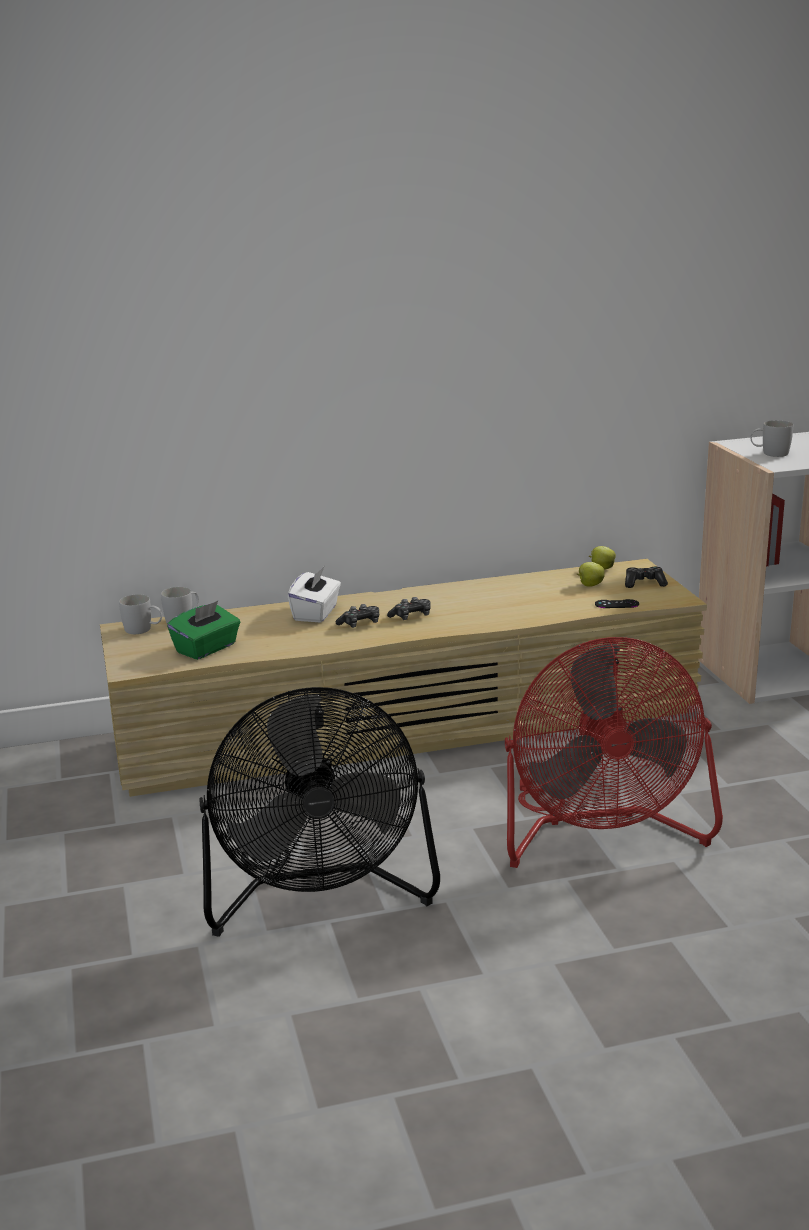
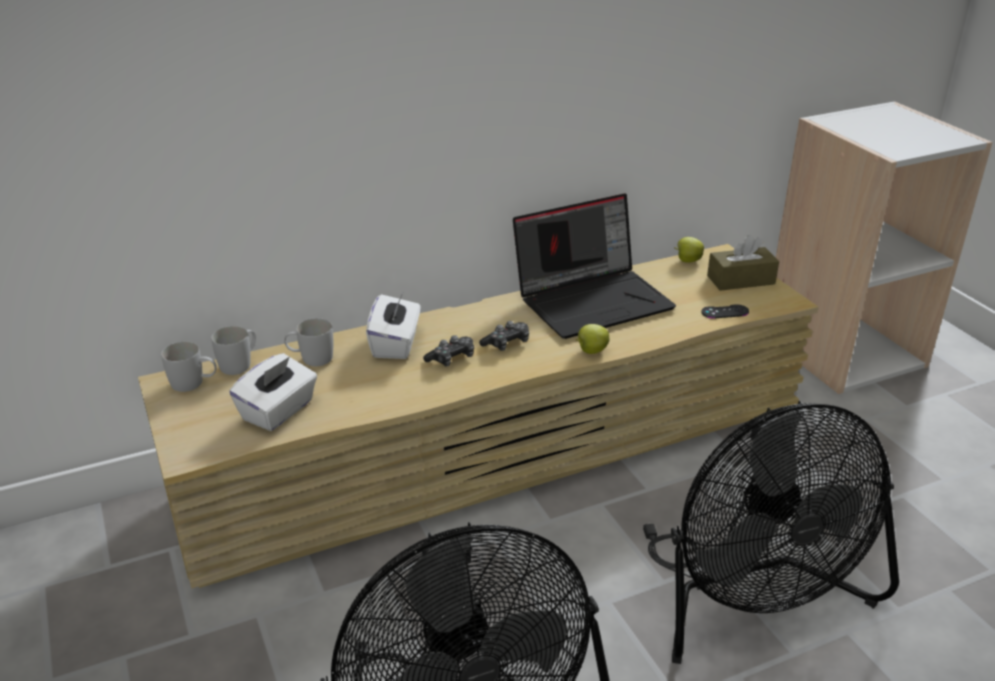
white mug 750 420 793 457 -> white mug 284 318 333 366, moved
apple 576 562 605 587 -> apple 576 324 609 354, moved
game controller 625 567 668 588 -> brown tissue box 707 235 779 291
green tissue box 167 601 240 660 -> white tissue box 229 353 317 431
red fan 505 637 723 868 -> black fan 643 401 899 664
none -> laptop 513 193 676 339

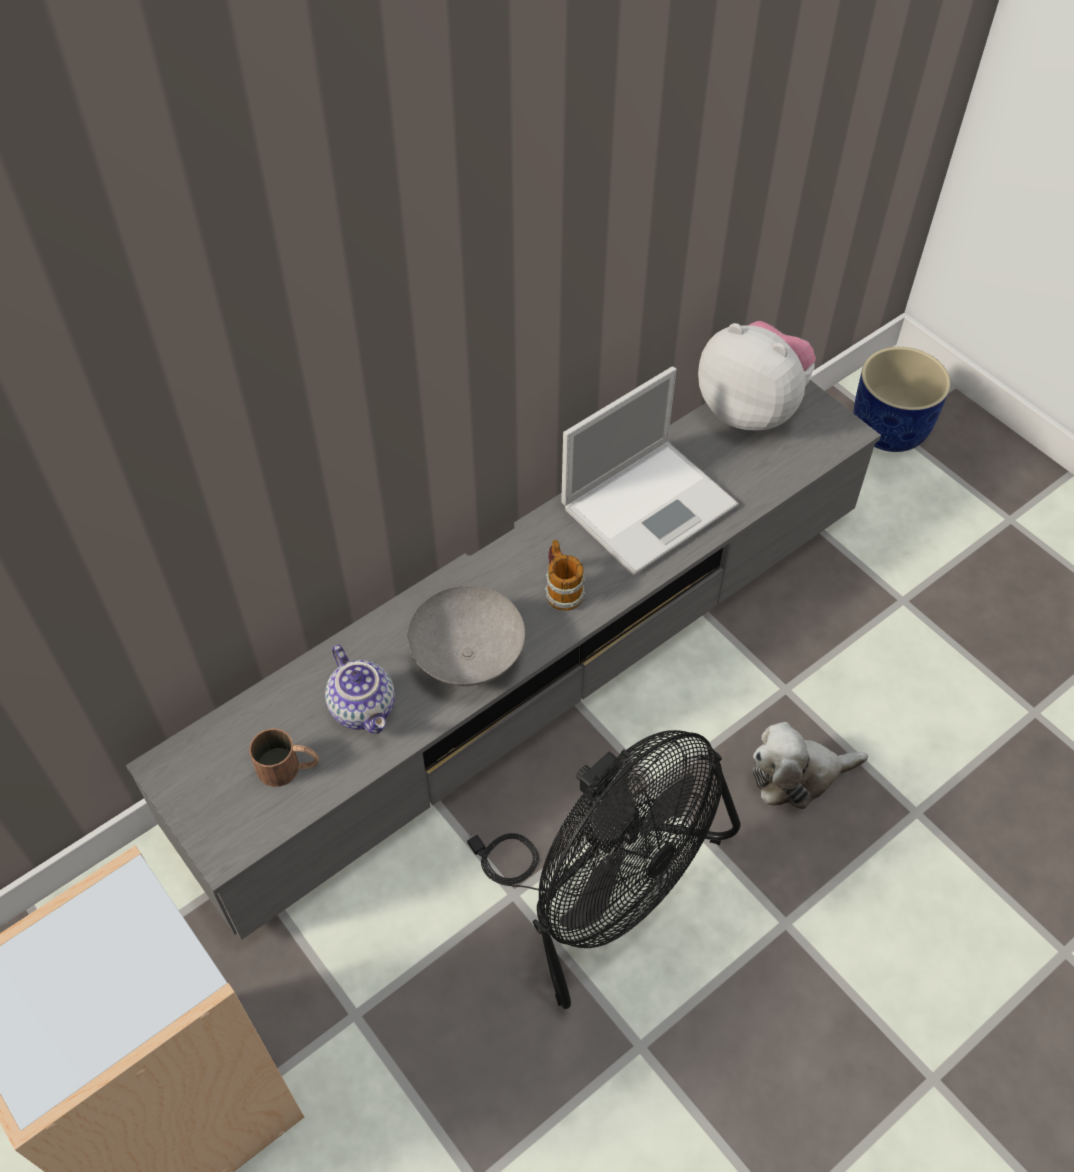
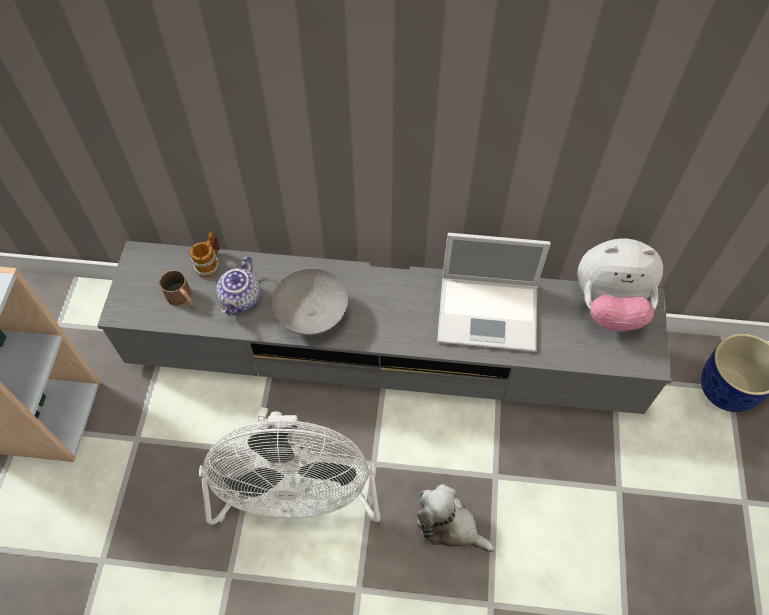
plush toy 698 321 816 431 -> plush toy 578 238 663 331, 105 degrees clockwise
mug 545 540 586 611 -> mug 190 232 220 277, moved
black fan 467 730 741 1009 -> white fan 199 406 380 525

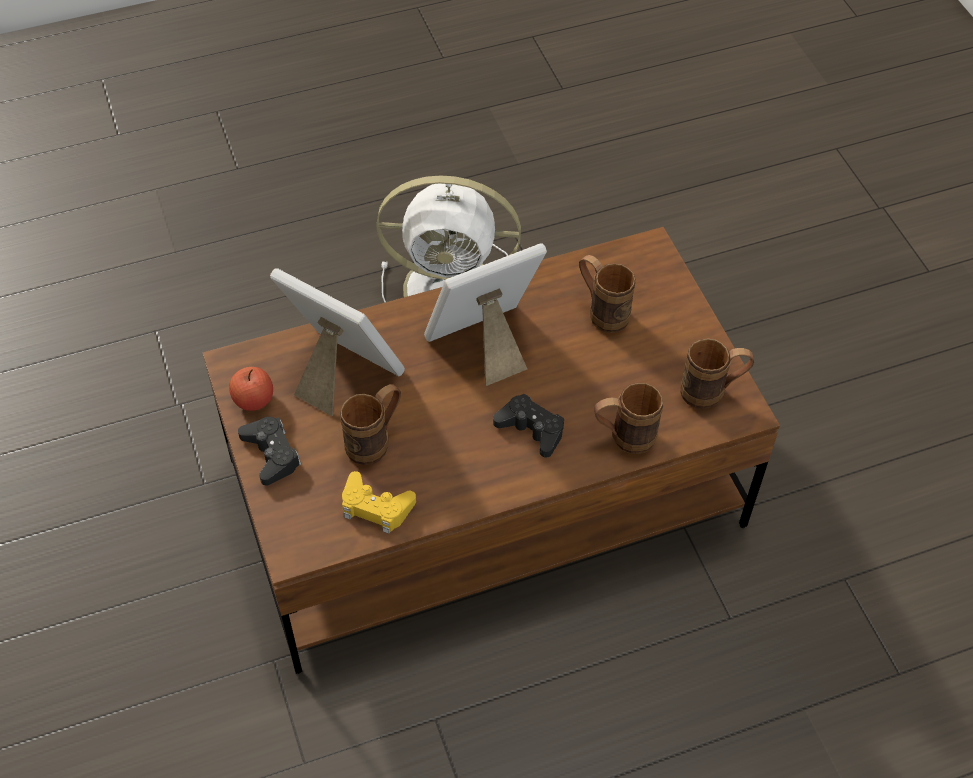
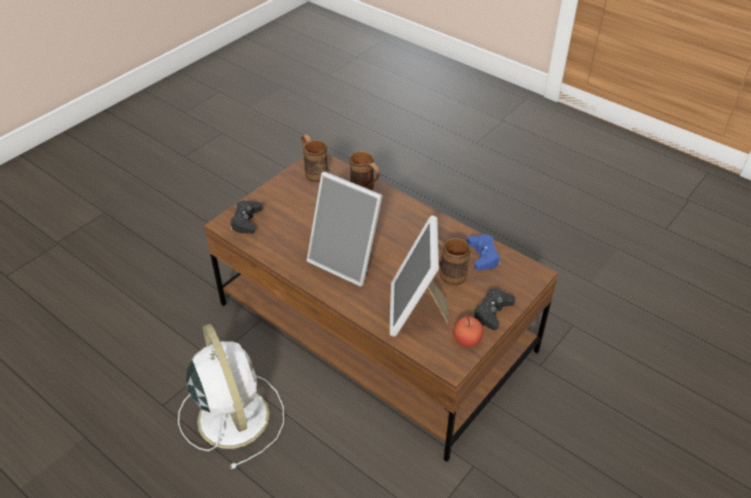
brown mug 579 255 635 333 -> none
black game controller 493 394 564 458 -> black game controller 230 200 263 234, moved
yellow game controller 342 471 416 534 -> blue game controller 466 234 500 270

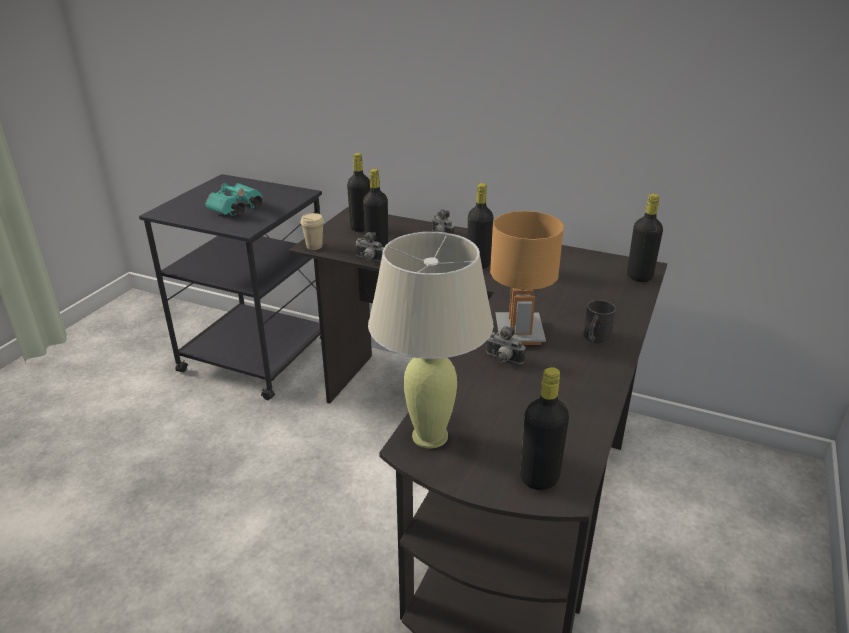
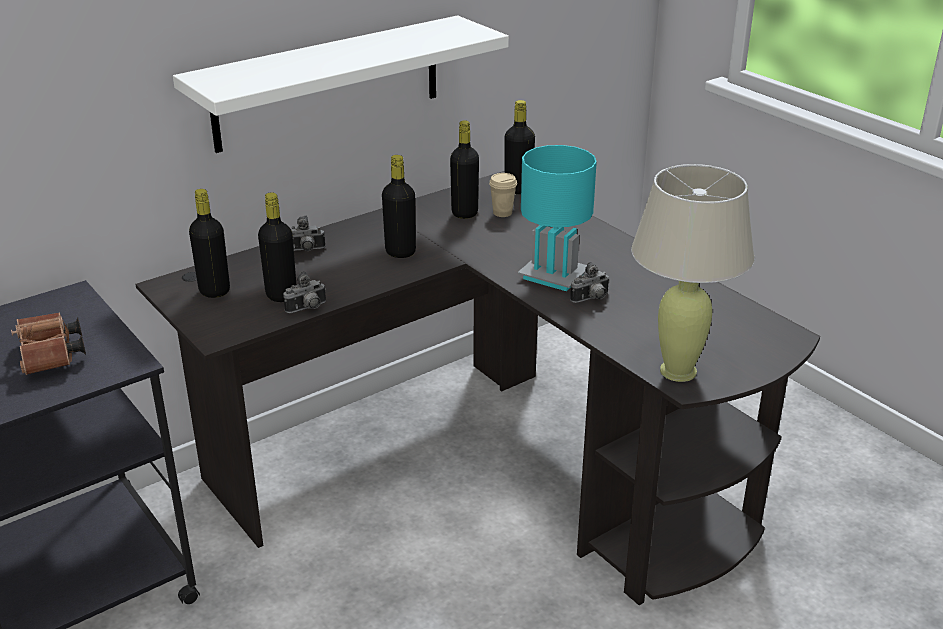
turquoise binoculars 205 183 262 216 -> brown binoculars 11 312 86 375
brown table lamp 490 211 564 345 -> turquoise table lamp 518 145 597 291
beige cup 300 213 324 250 -> beige cup 489 173 517 217, moved
black mug 583 300 616 343 -> none
black bottle 520 367 569 490 -> black bottle 450 120 479 219, moved
none -> white shelf 173 15 509 153

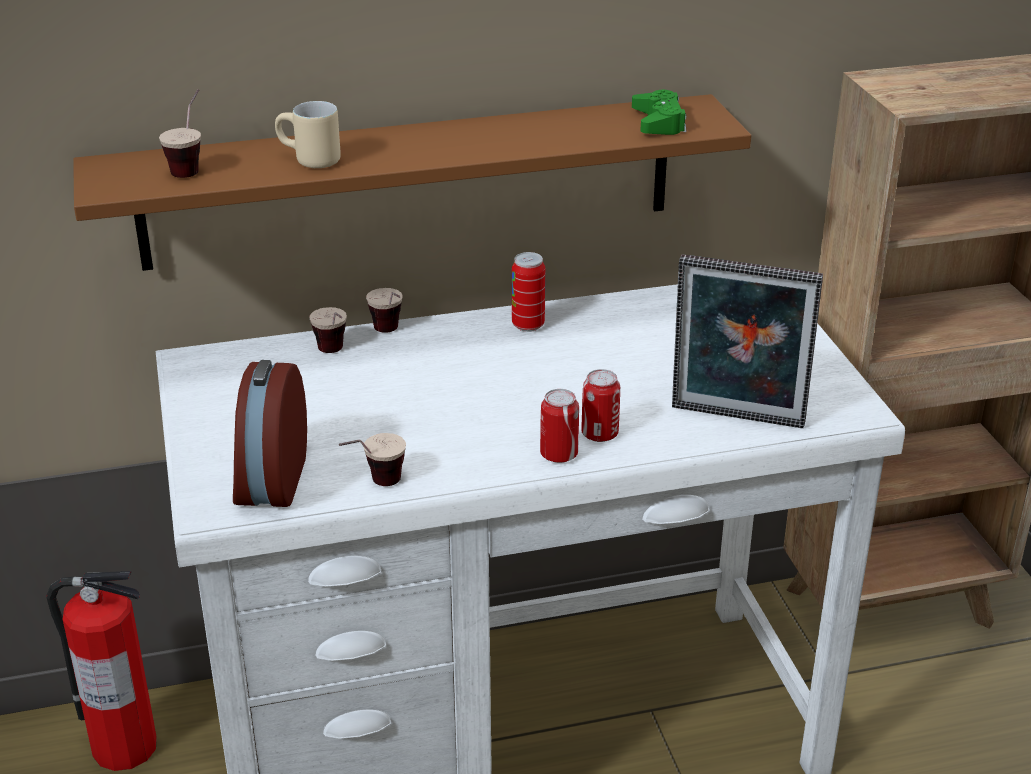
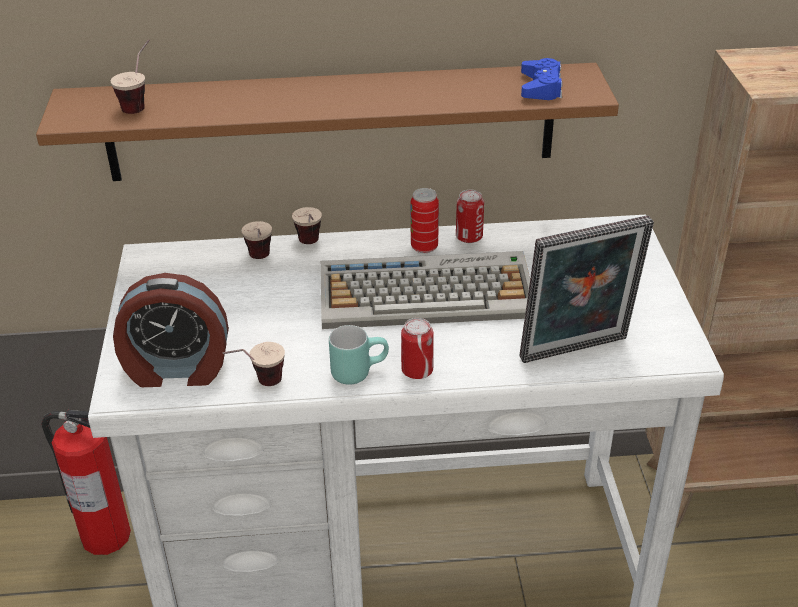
green game controller 632 90 687 135 -> blue game controller 521 58 562 100
beige mug 275 101 341 168 -> none
picture frame 672 254 823 428 -> picture frame 520 215 654 363, 45 degrees counterclockwise
alarm clock 233 360 307 507 -> alarm clock 113 273 229 387, 105 degrees counterclockwise
can 581 369 620 442 -> can 456 190 484 243, moved
none -> keyboard 320 251 530 329
none -> turquoise mug 329 325 389 385

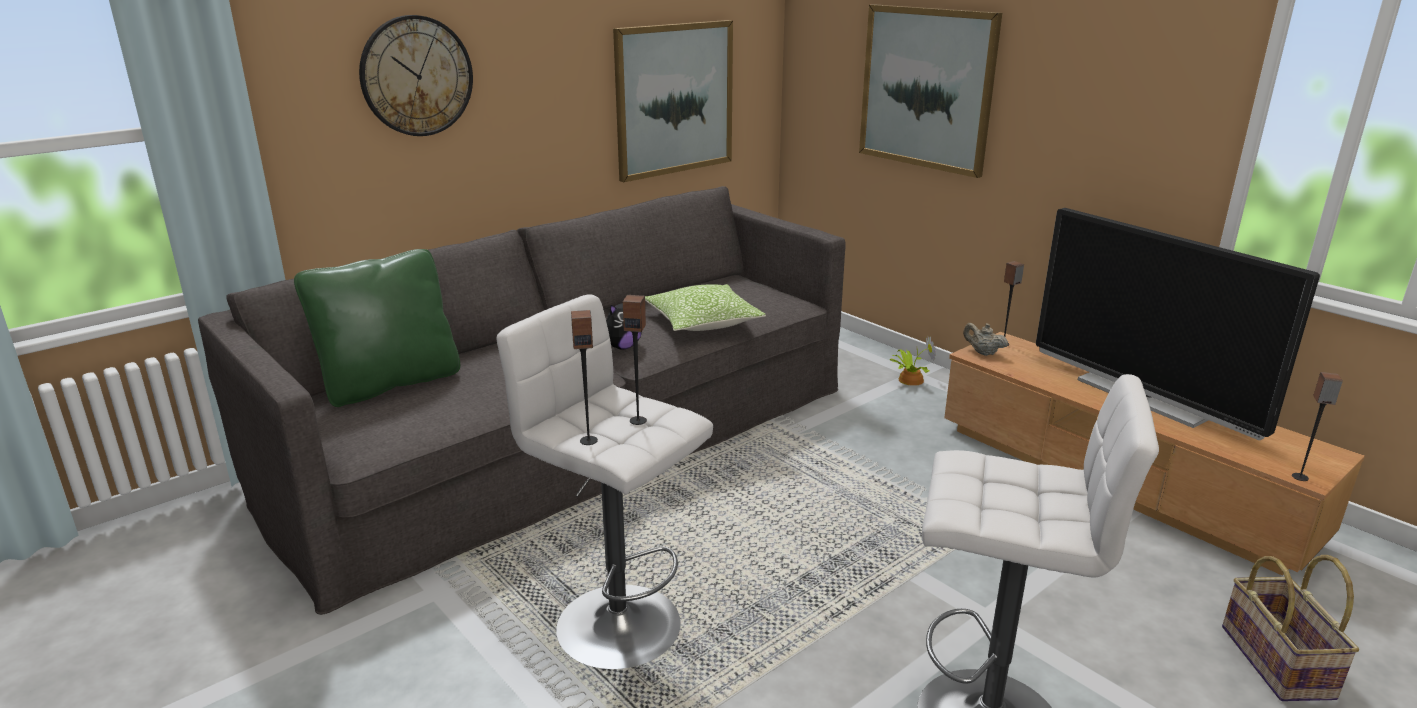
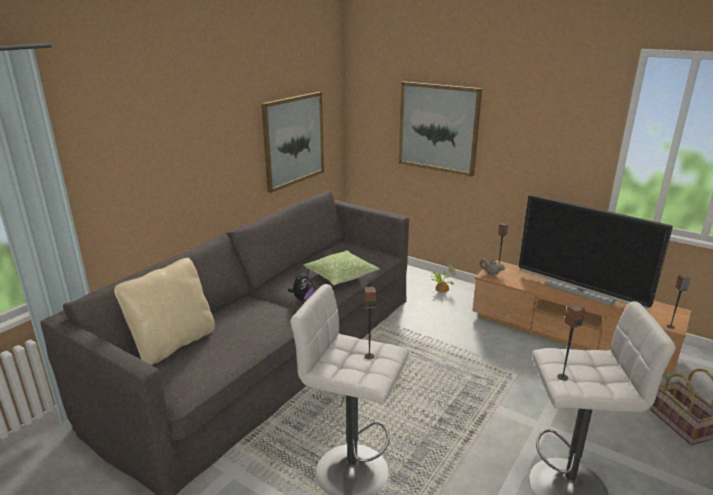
wall clock 359 15 473 136 -> none
green pillow 294 249 460 407 -> beige pillow 114 258 215 365
speaker 571 310 598 445 -> speaker 557 304 585 381, moved

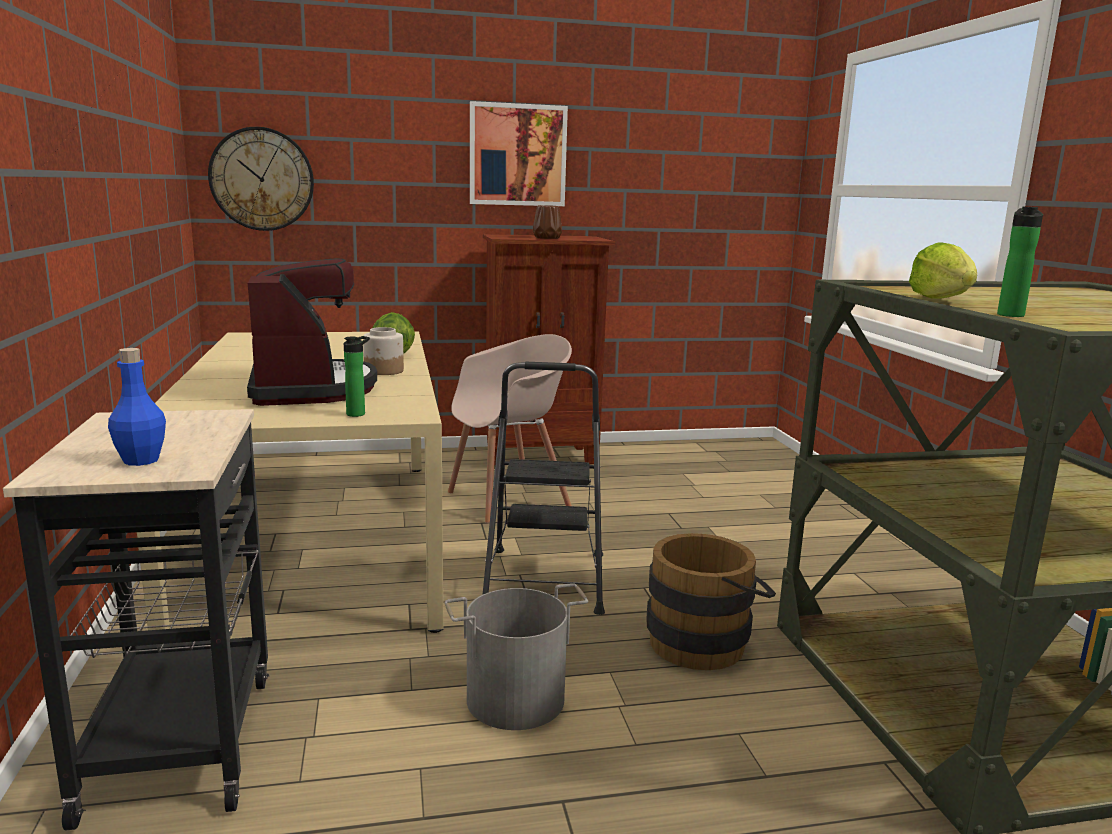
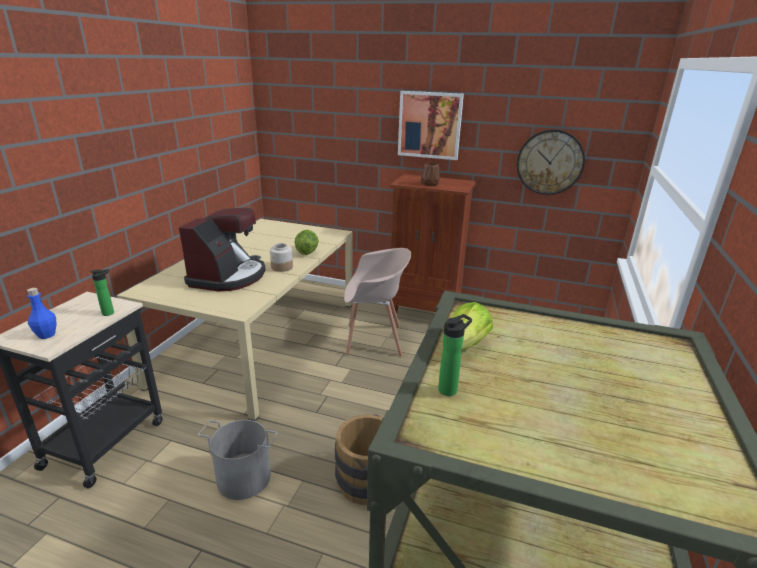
wall clock 208 127 314 231 -> wall clock 517 129 585 195, moved
bottle 344 336 370 417 -> bottle 90 269 114 316, moved
black step ladder 483 361 605 615 -> none

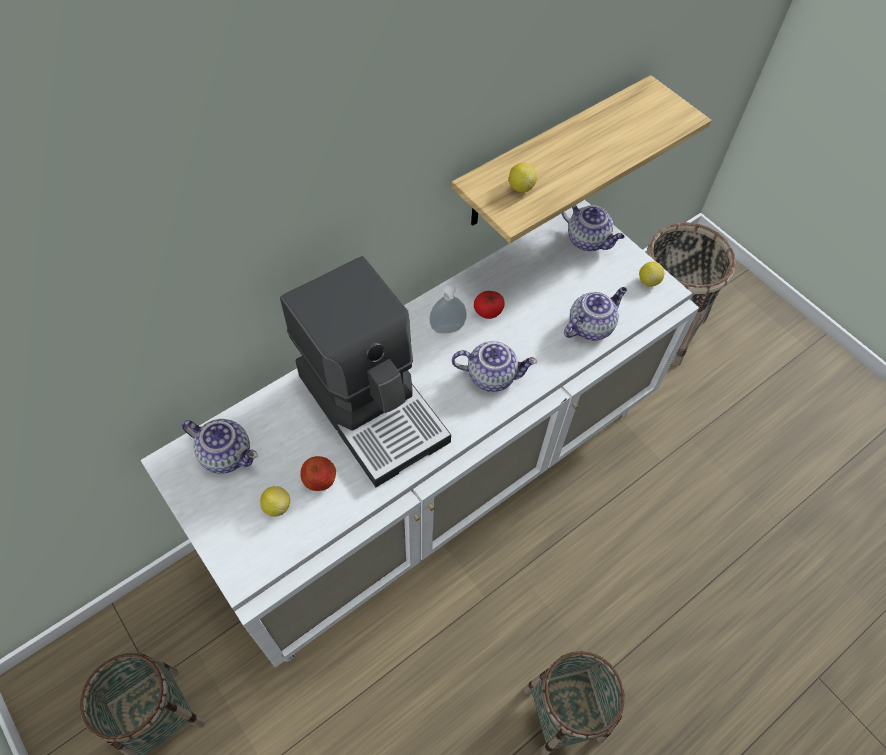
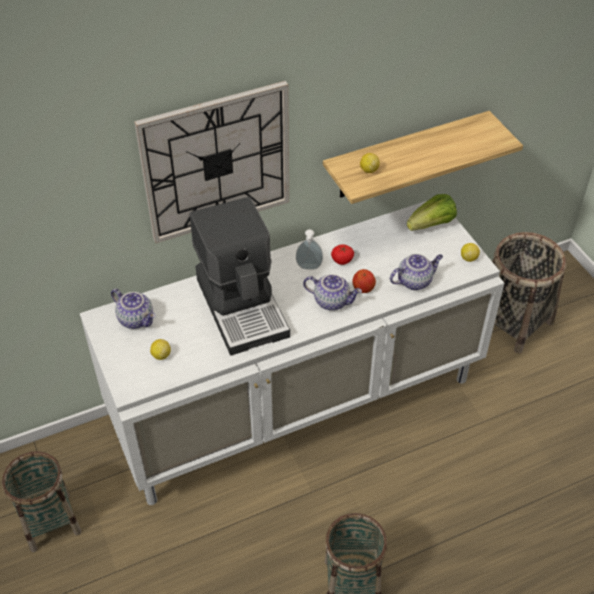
teapot 561 205 625 251 -> lettuce 407 194 457 231
apple 300 456 336 491 -> apple 352 269 376 293, moved
none -> wall clock 134 81 289 243

